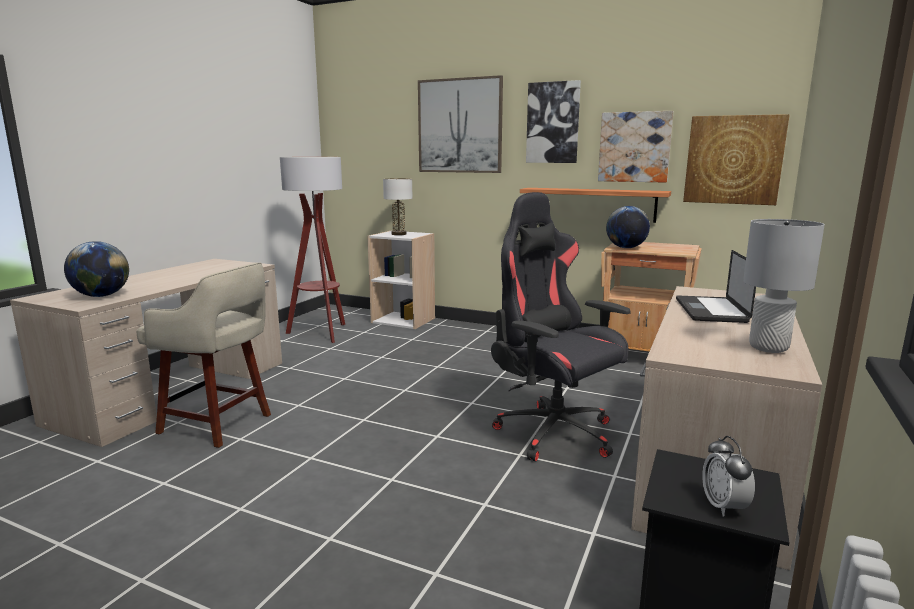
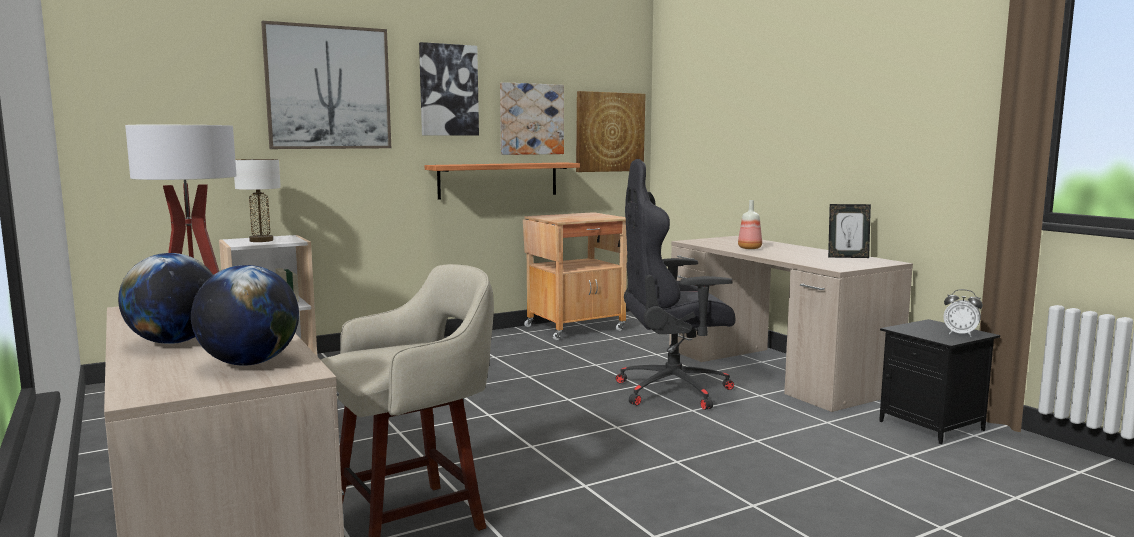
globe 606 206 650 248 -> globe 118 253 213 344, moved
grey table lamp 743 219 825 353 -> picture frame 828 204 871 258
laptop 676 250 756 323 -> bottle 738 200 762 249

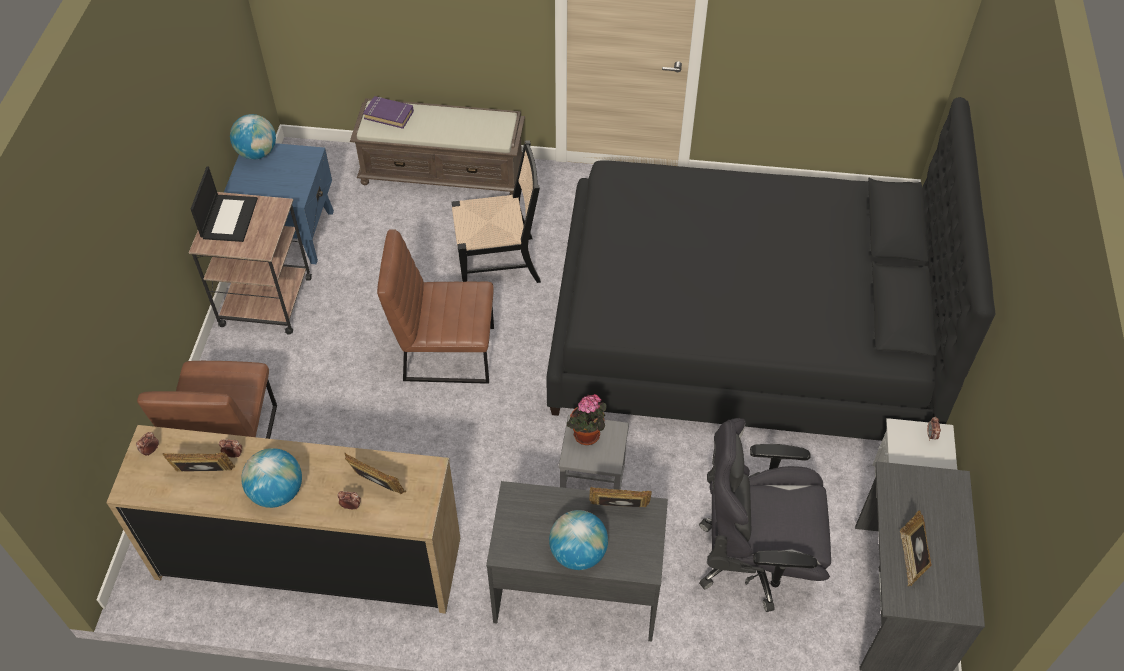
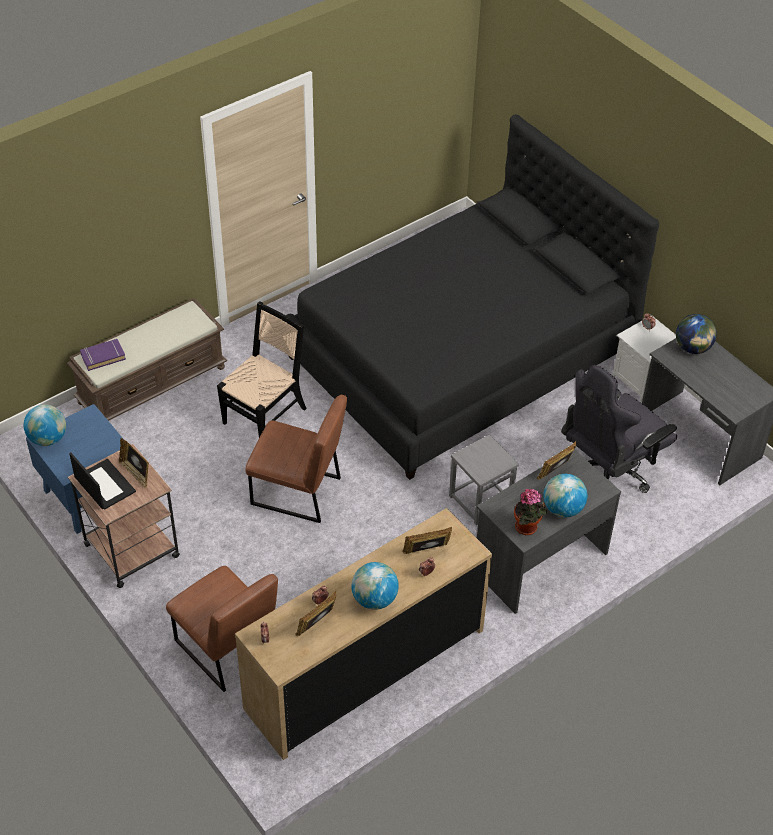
brown chair 377 229 494 384 -> brown chair 245 395 347 523, 120 degrees counterclockwise
potted plant 566 394 607 445 -> potted plant 514 489 547 535, moved
picture frame 900 510 932 586 -> picture frame 119 438 149 488, moved
none -> globe 676 314 717 354

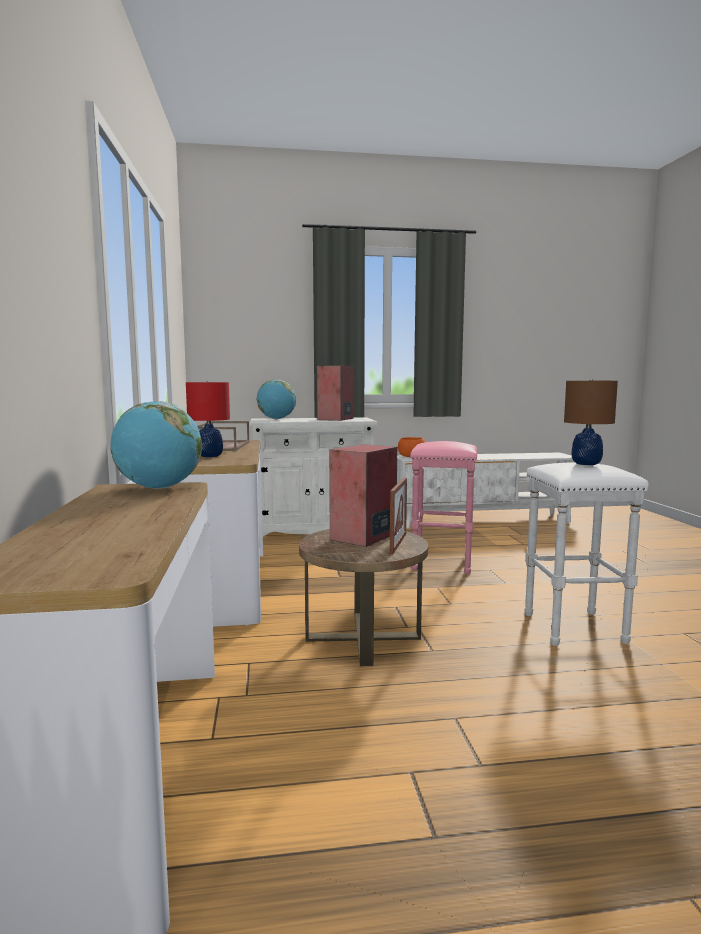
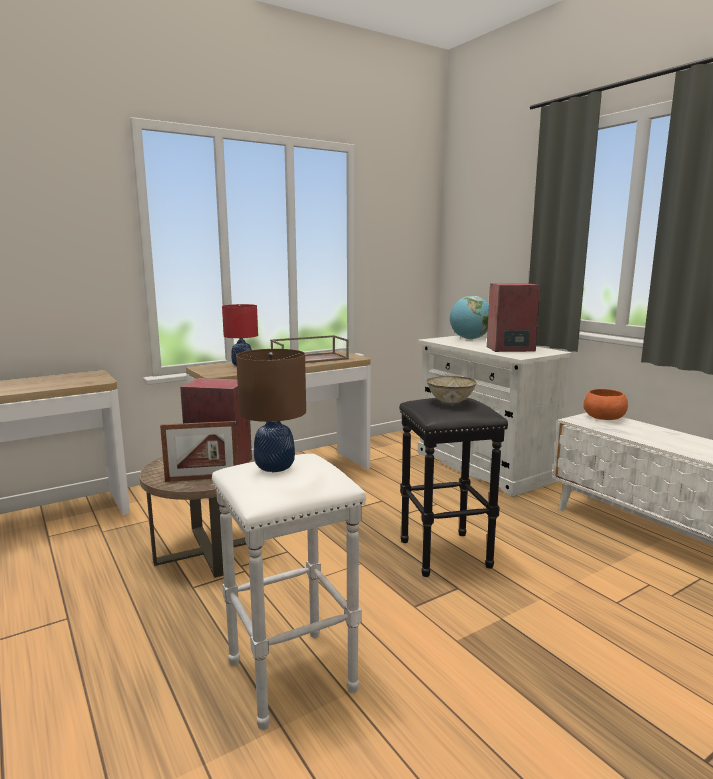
globe 110 401 202 489 -> none
pink stool 410 441 477 574 -> black stool 399 398 508 577
none -> bowl 427 376 477 403

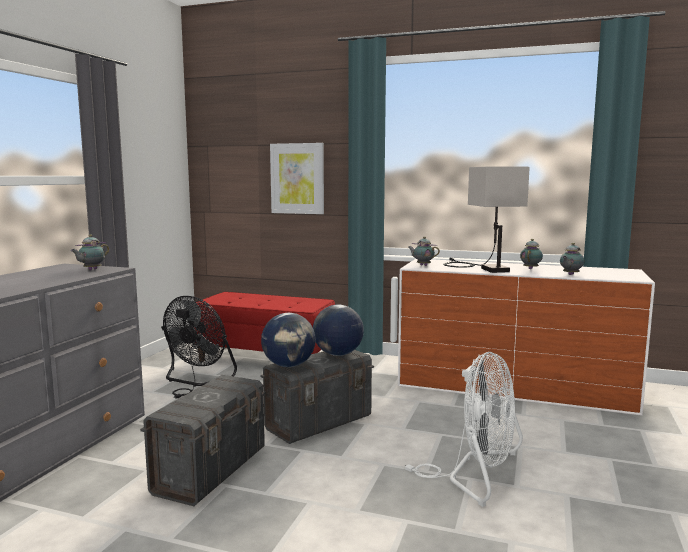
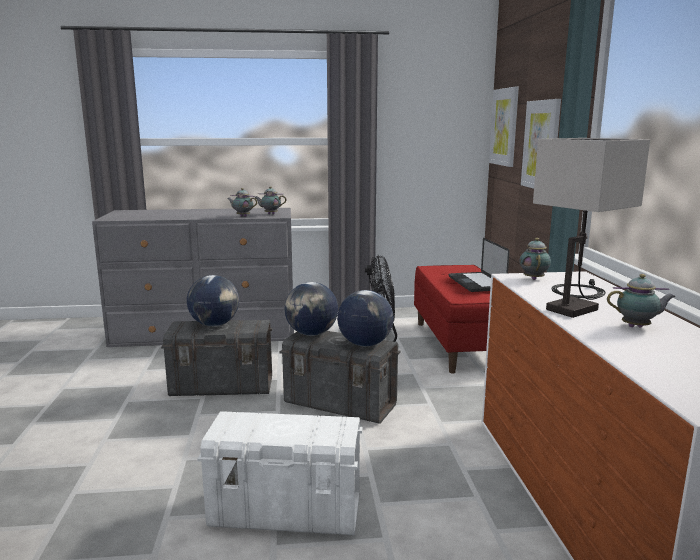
teapot 560 243 585 275 -> teapot 227 188 257 217, moved
white fan 404 352 523 507 -> white storage box 197 411 362 535
none -> picture 489 87 519 167
none -> laptop 449 238 510 292
none -> globe 187 275 239 326

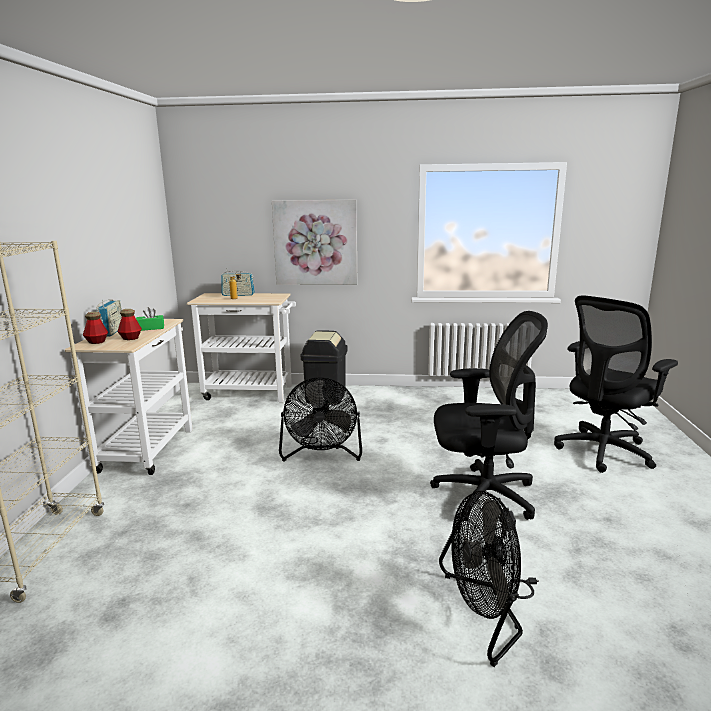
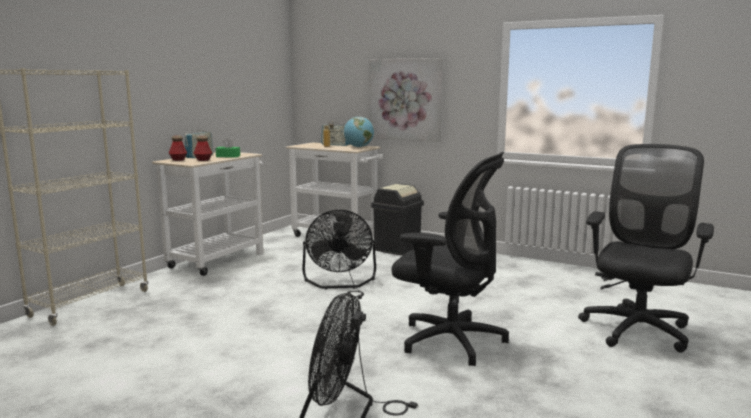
black office chair 554 295 678 473 -> black office chair 578 144 714 352, 135 degrees clockwise
black fan 279 377 362 462 -> black fan 302 210 376 299, 150 degrees clockwise
none -> globe 344 117 374 148

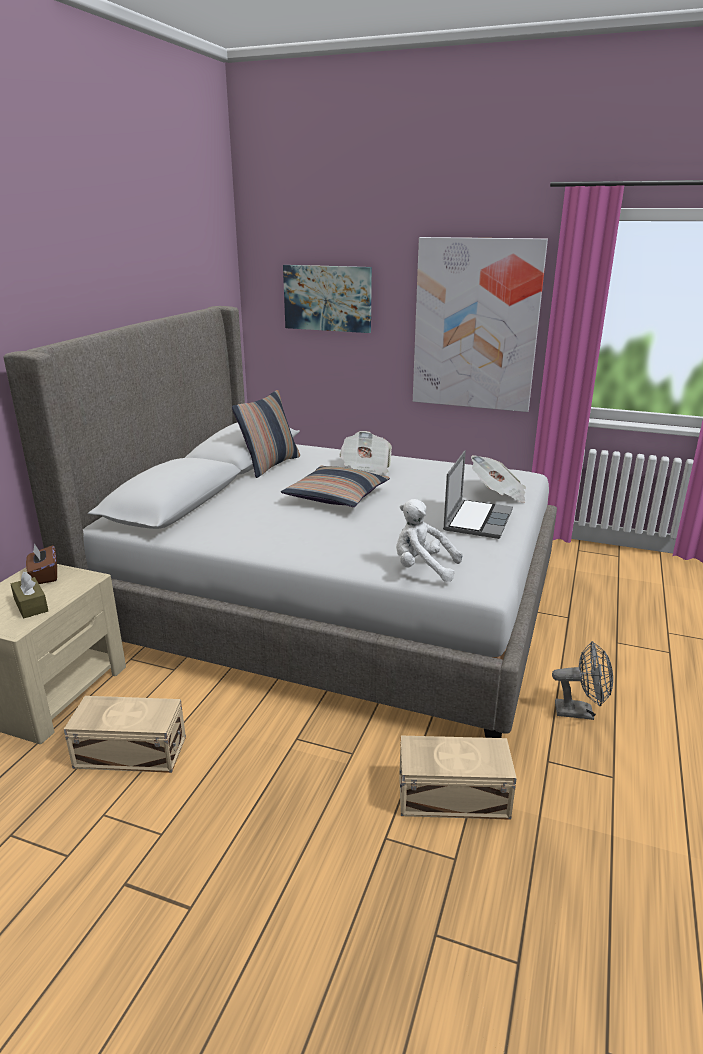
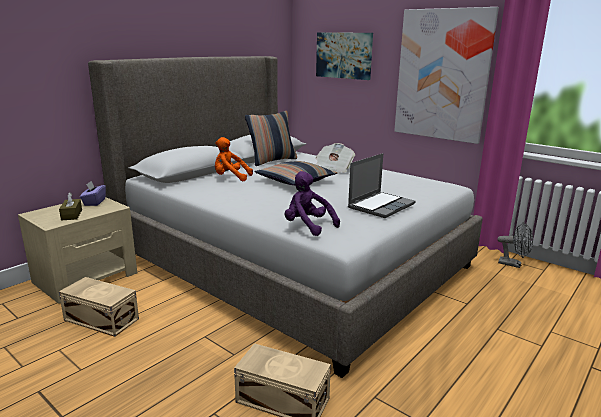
newspaper 471 455 526 503 -> none
white plush toy 396 499 462 582 -> purple plush toy 285 171 340 236
brown tissue box 26 543 57 584 -> purple tissue box 80 181 106 206
grey fan 552 641 613 720 -> grey fan 497 222 533 268, moved
none -> orange plush toy 215 137 253 181

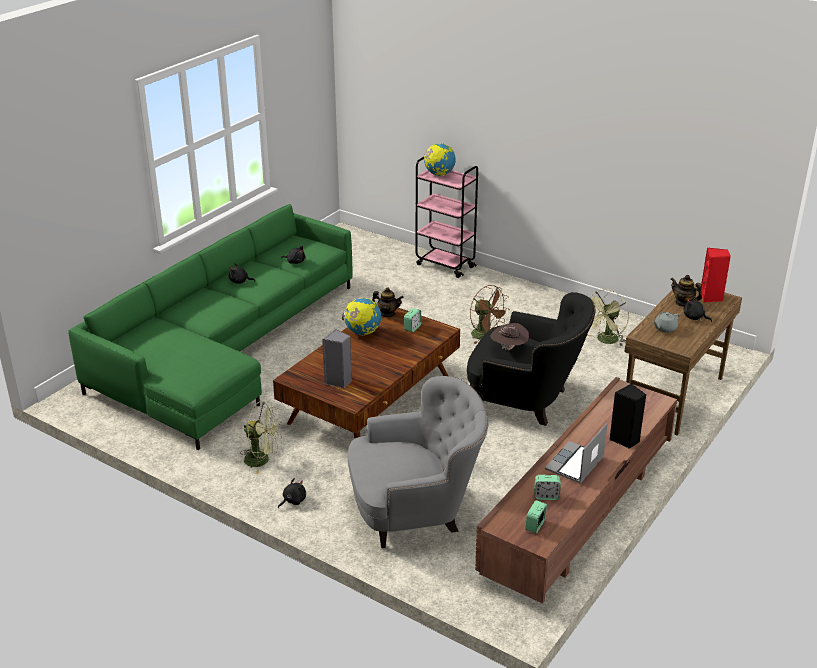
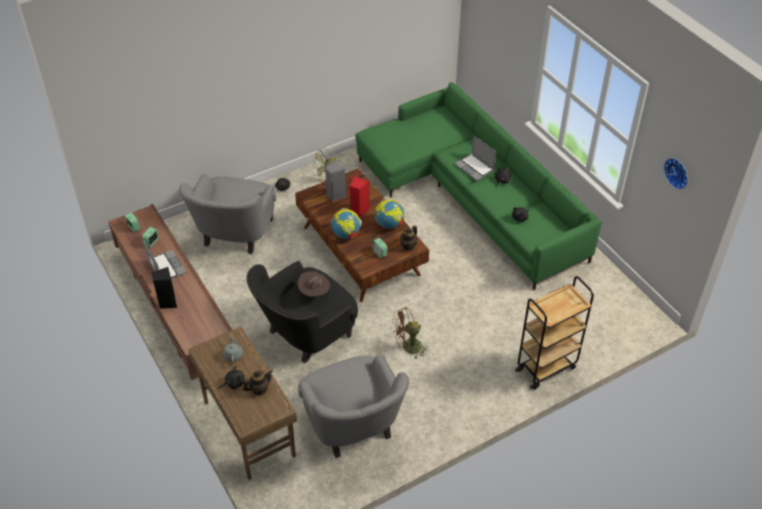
globe 424 143 456 176 -> globe 331 208 362 239, moved
pink cart 415 157 478 278 -> brown cart 515 276 594 390
red speaker 701 247 731 303 -> red speaker 350 176 369 218, moved
green fan 588 289 629 346 -> grey armchair 298 354 409 458
none -> laptop 454 135 496 181
none -> wall clock 664 158 688 190

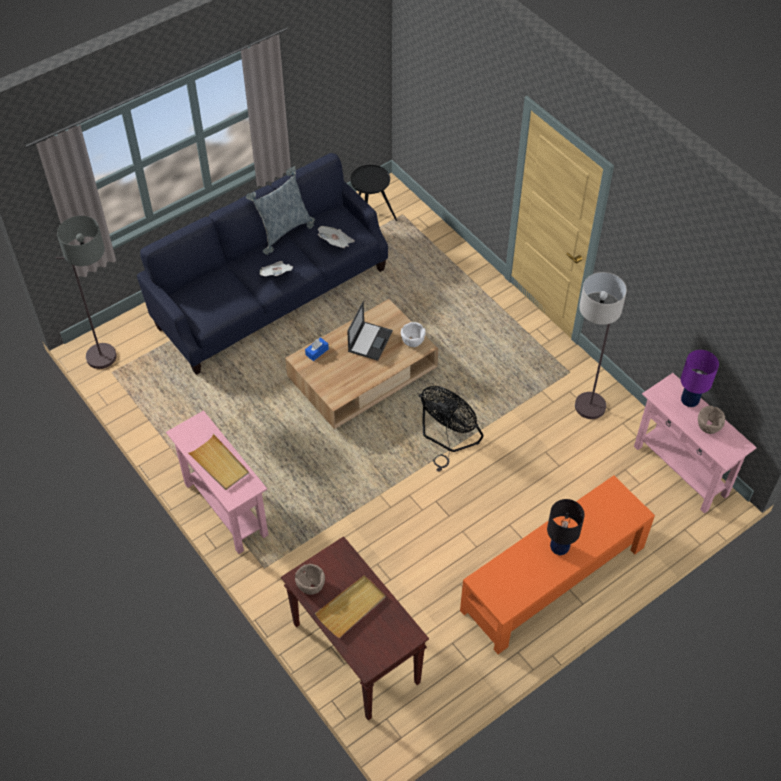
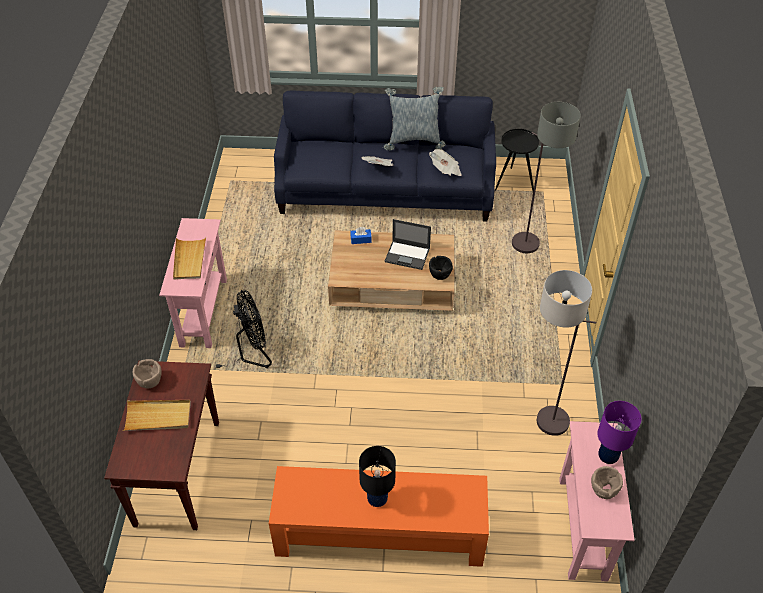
grey floor lamp 56 216 117 369 -> grey floor lamp 512 102 581 253, moved
laptop 347 301 393 361 -> laptop 385 219 431 270, 45 degrees clockwise
white bowl 401 322 426 347 -> black bowl 429 256 453 280
black fan 419 386 483 472 -> black fan 215 290 272 368, moved

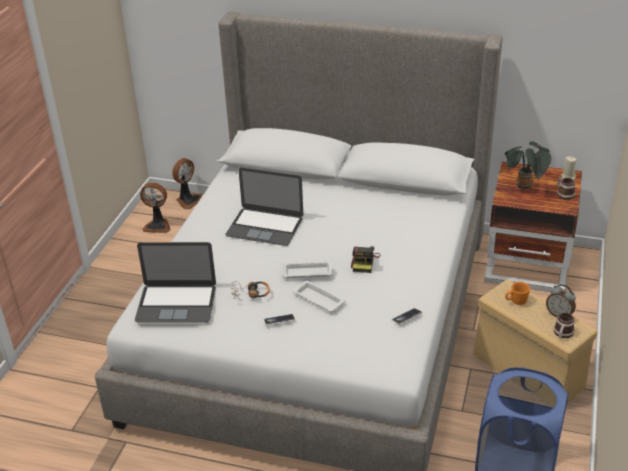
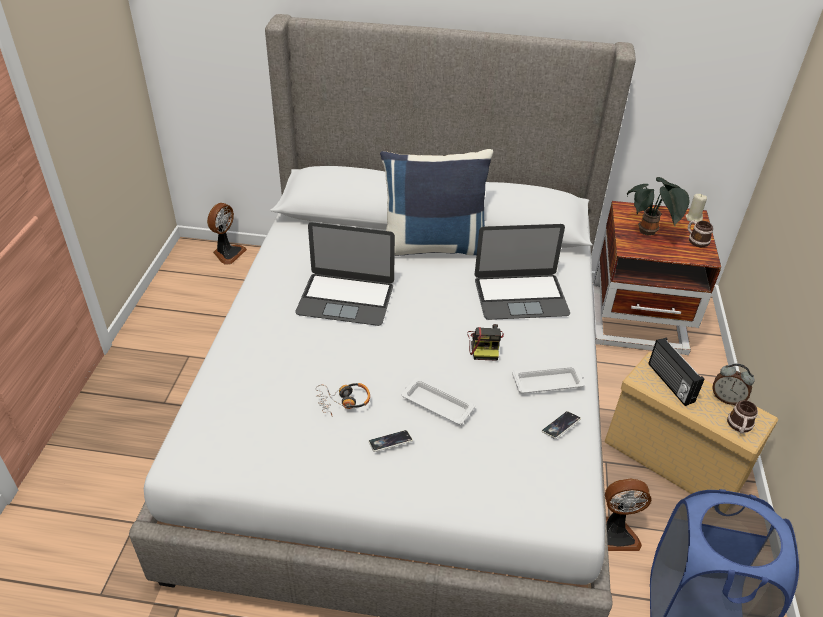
fan 140 182 170 233 -> fan 605 479 651 551, moved
laptop 135 242 216 322 -> laptop 475 224 570 320, moved
white tray 282 261 335 278 -> white tray 512 365 585 393, moved
orange mug 505 282 530 305 -> radio 648 338 704 406
none -> blue pillow 380 149 493 256

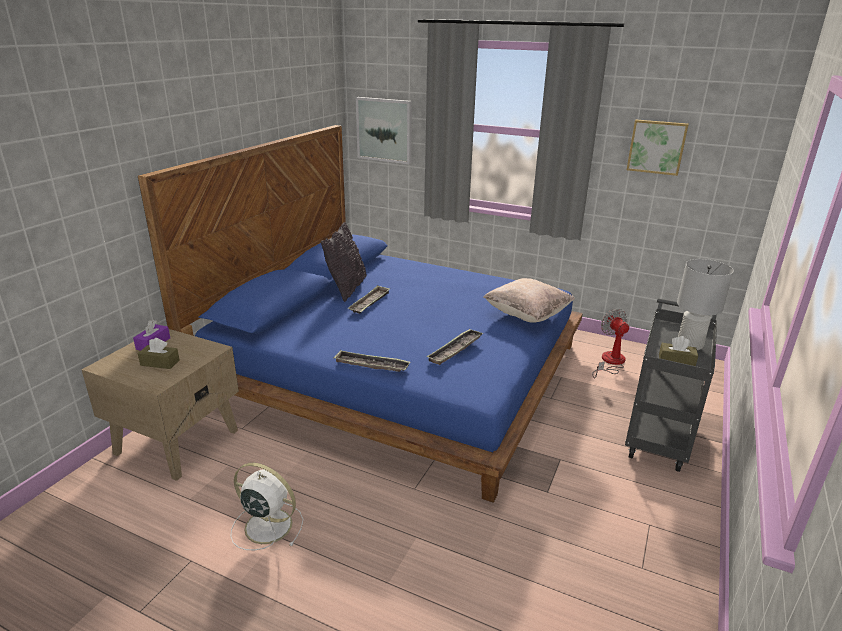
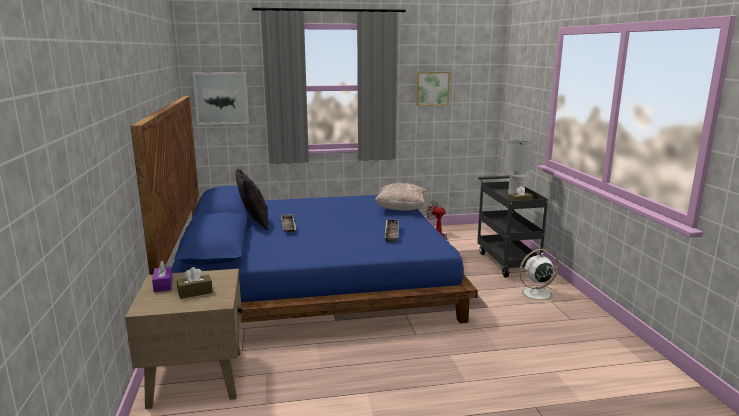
tray 333 350 410 372 -> none
white fan 231 463 303 550 -> white fan 515 249 561 304, moved

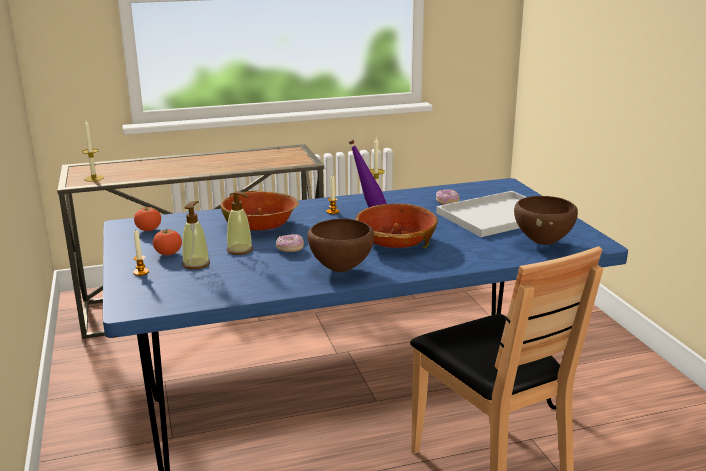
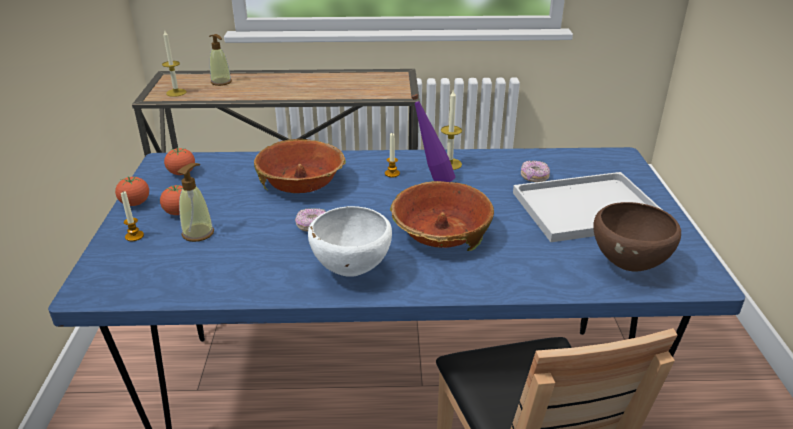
soap dispenser 227 191 253 255 -> soap dispenser 209 34 232 86, moved
brown bowl 307 219 374 272 -> white bowl 308 206 392 277
none -> tomato 115 176 149 206

